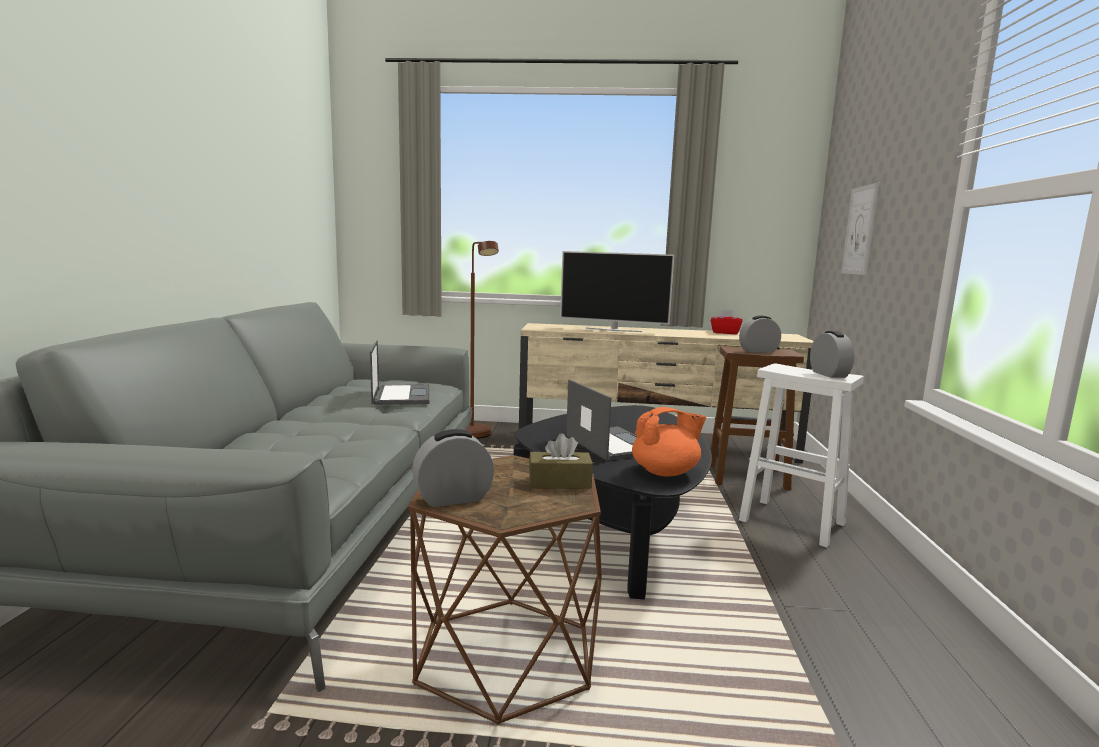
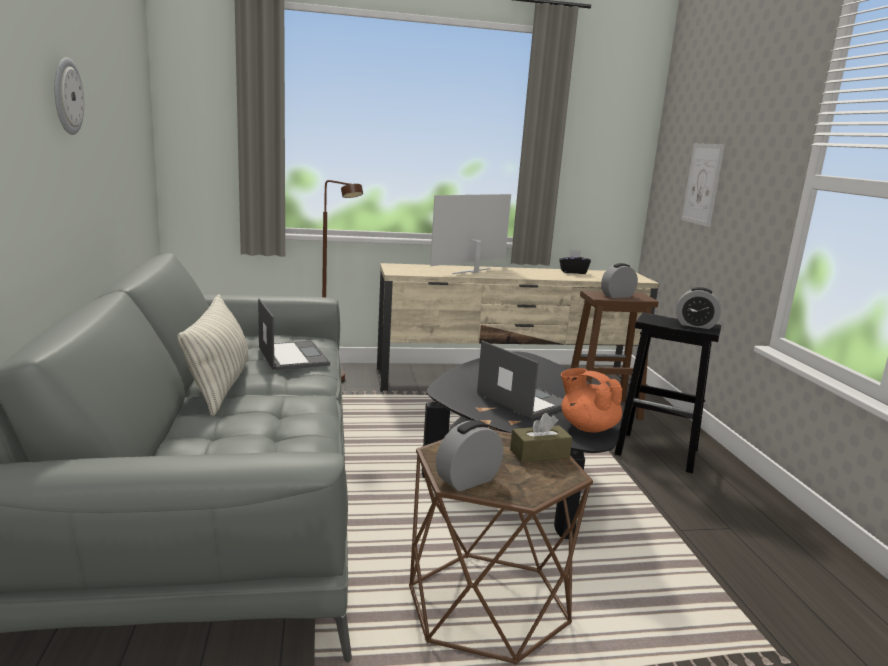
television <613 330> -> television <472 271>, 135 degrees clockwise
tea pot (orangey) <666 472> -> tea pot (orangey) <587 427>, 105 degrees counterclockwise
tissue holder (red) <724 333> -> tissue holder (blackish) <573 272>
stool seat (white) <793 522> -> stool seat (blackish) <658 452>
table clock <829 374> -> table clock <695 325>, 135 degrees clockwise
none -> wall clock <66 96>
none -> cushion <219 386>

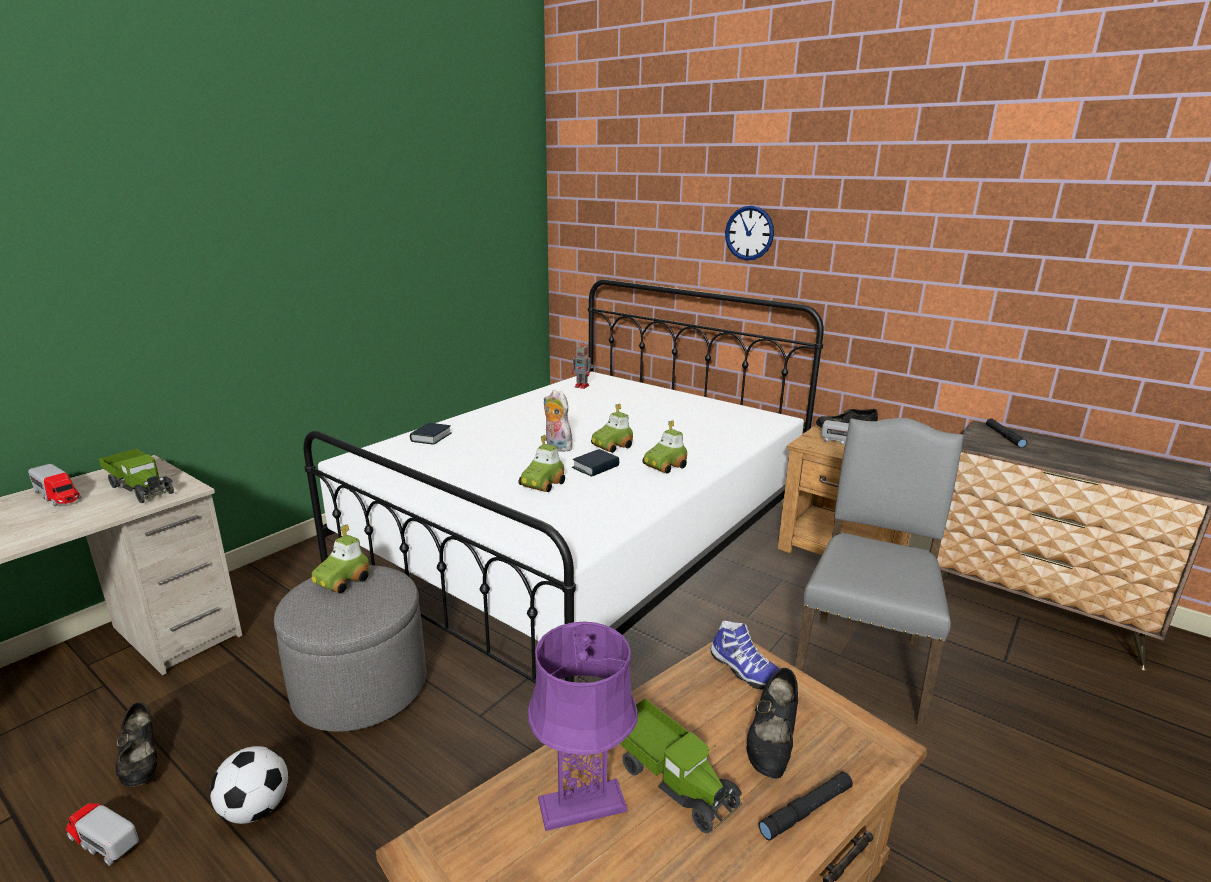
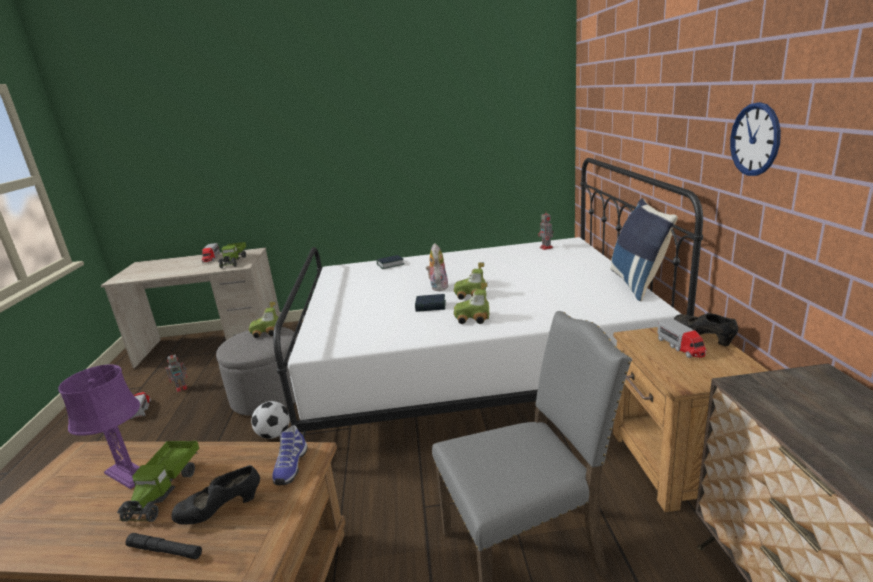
low shoe (blackish) <141 763> -> toy robot <182 388>
football <255 809> -> football <274 434>, moved
toy car <543 484> -> none
wall clock <749 233> -> wall clock <755 139>, moved
torch (blackish) <1004 436> -> none
none -> cushion (blue-coloured) <638 284>

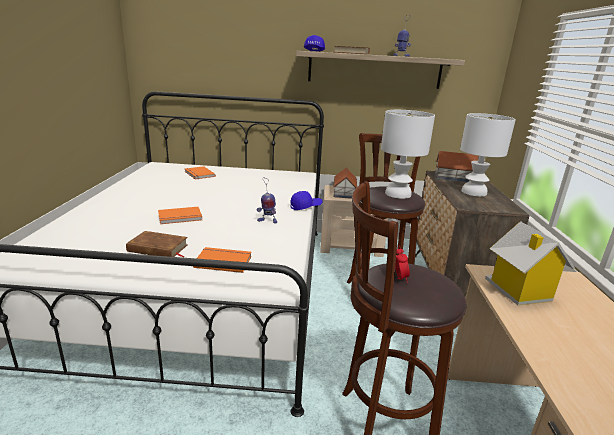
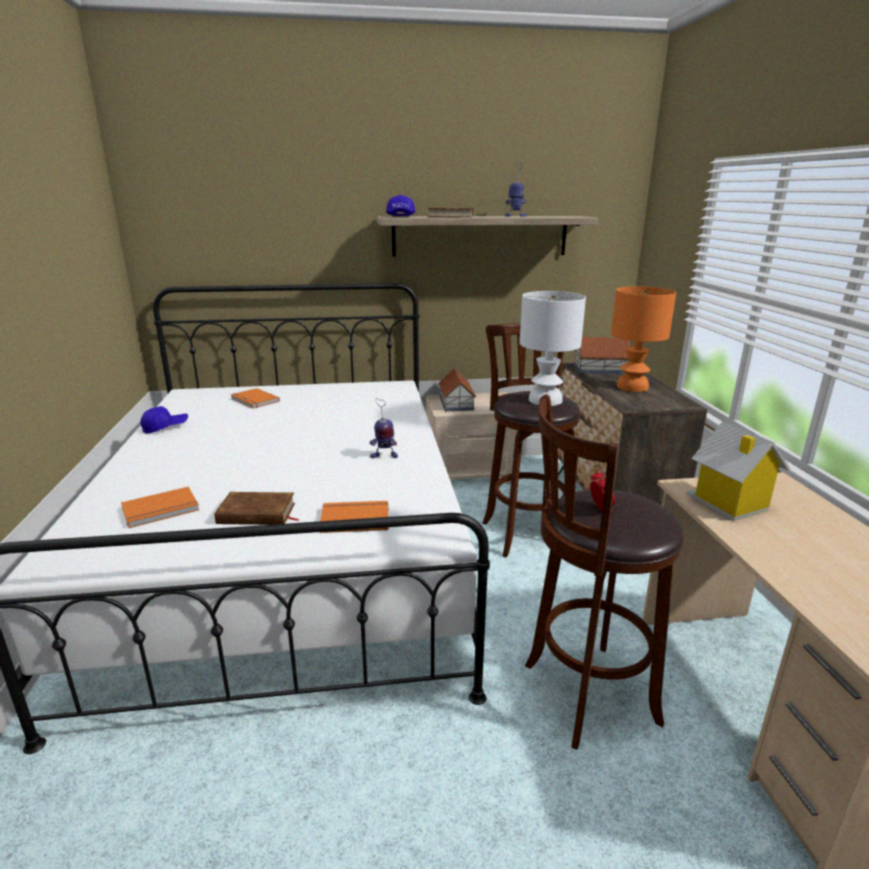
book (orangey) <180 217> -> book (orangey) <161 510>, moved
peaked cap (blue-coloured) <305 207> -> peaked cap (blue-coloured) <165 427>, moved
tabletop lamp (white) <474 192> -> tabletop lamp (orangey) <632 387>

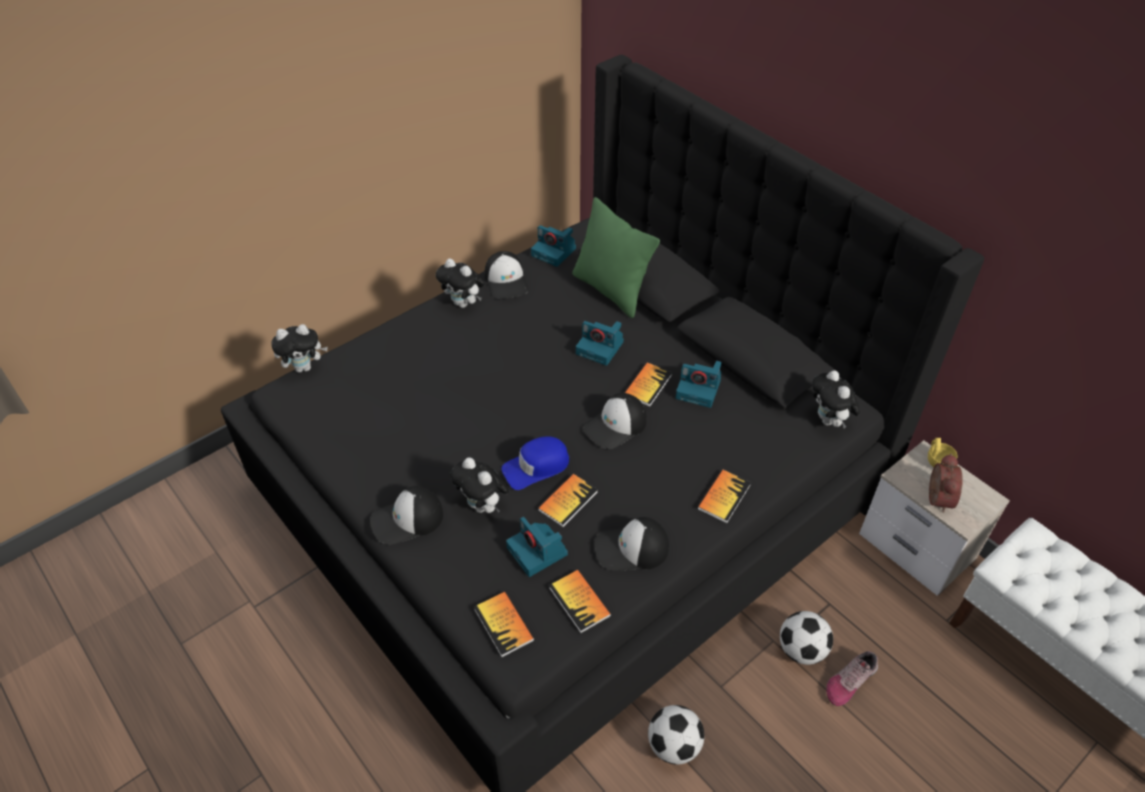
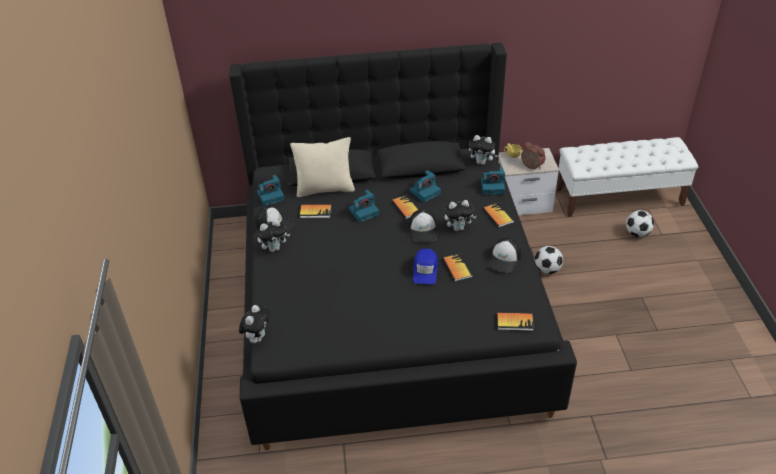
peaked cap <407 520> -> none
plush toy <483 506> -> plush toy <458 228>, moved
still camera <538 551> -> still camera <493 186>, moved
book <579 602> -> book <315 212>, moved
cushion (green) <611 290> -> cushion (beige) <325 189>
football <673 745> -> football <637 233>, moved
low shoe <850 681> -> none

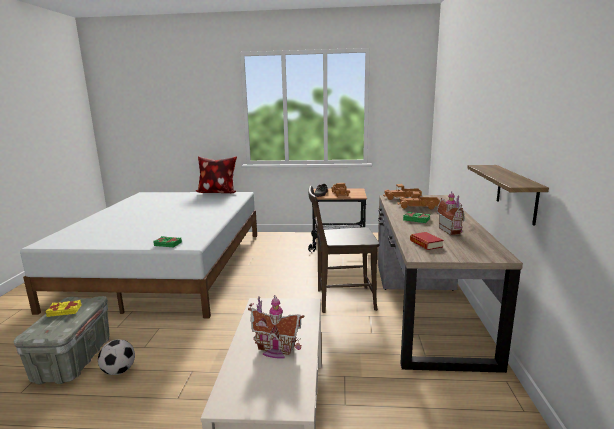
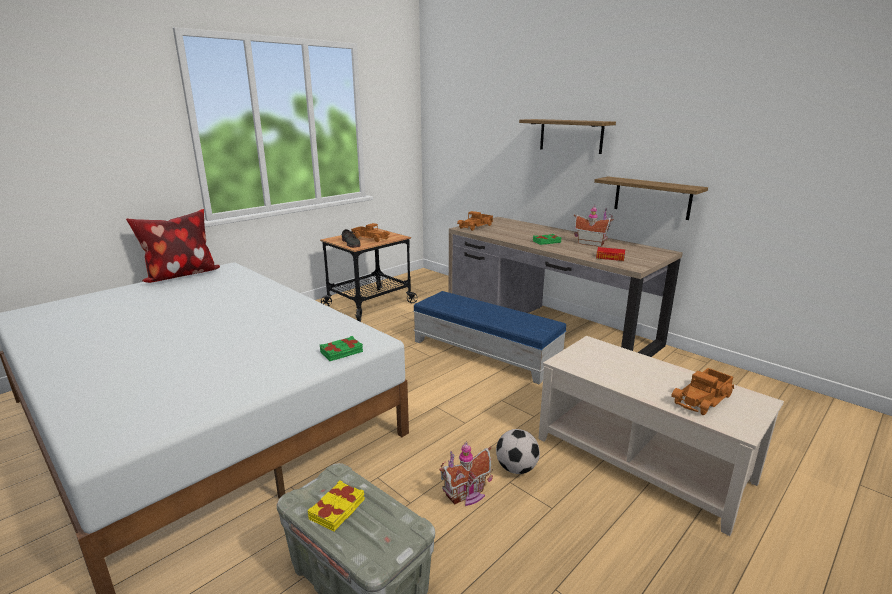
football <119 371> -> football <516 468>, moved
miniature house <276 350> -> miniature house <467 495>, moved
plain chair (brown) <341 300> -> ottoman (blue-coloured) <485 351>
model truck <418 207> -> model truck <703 399>, moved
none -> bracket shelf <571 136>

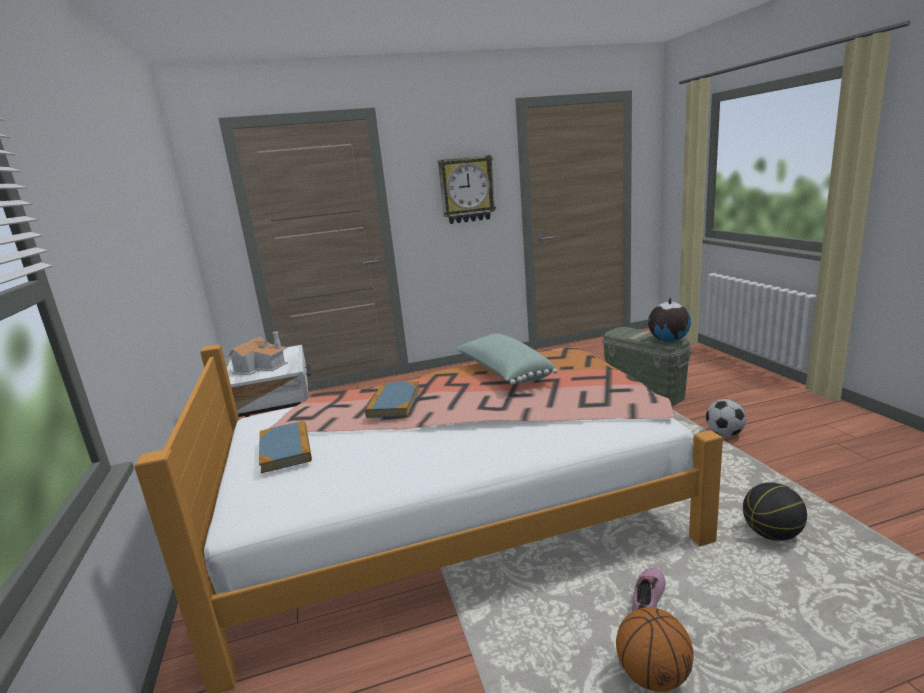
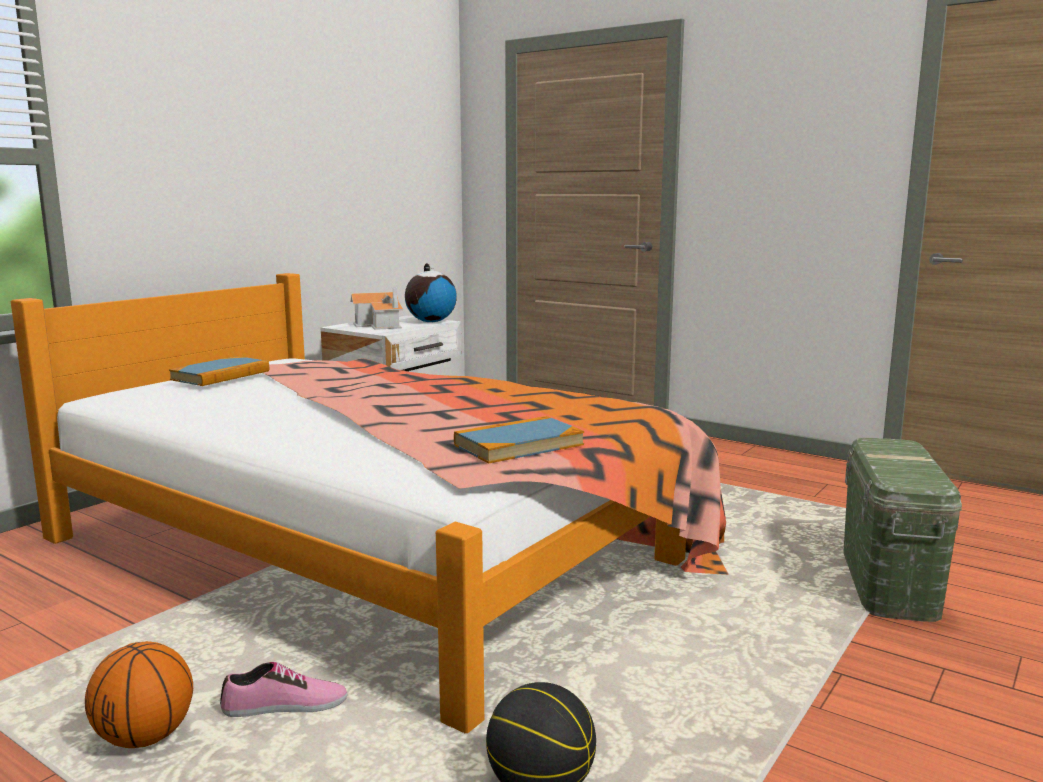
book <394 402> -> book <518 445>, moved
wall clock <466 190> -> none
cushion (green) <504 373> -> none
globe <668 341> -> globe <430 322>, moved
football <725 434> -> none

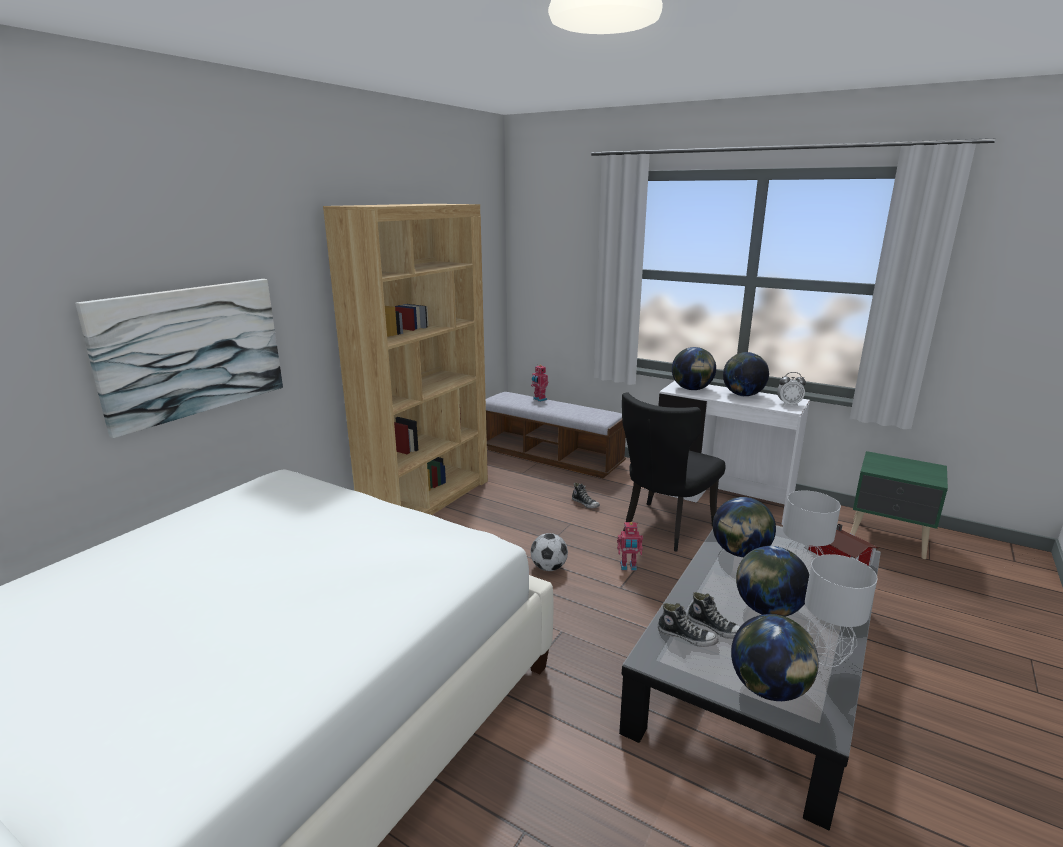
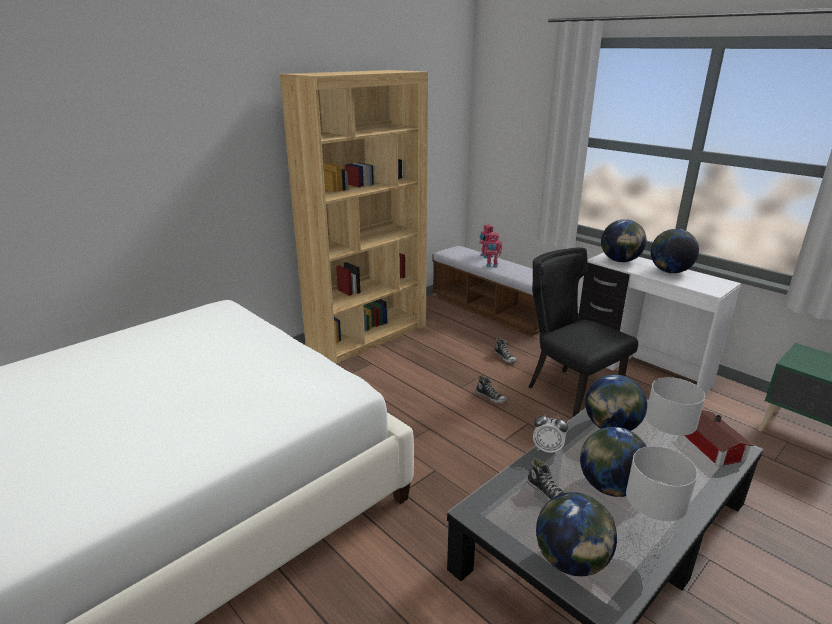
picture <192 351> -> none
football <549 568> -> none
toy robot <628 567> -> toy robot <492 266>, moved
plain chair (blackish) <663 528> -> plain chair (blackish) <569 391>, 90 degrees clockwise
low shoe <687 637> -> low shoe <491 397>, moved
table clock <788 404> -> table clock <547 449>, moved

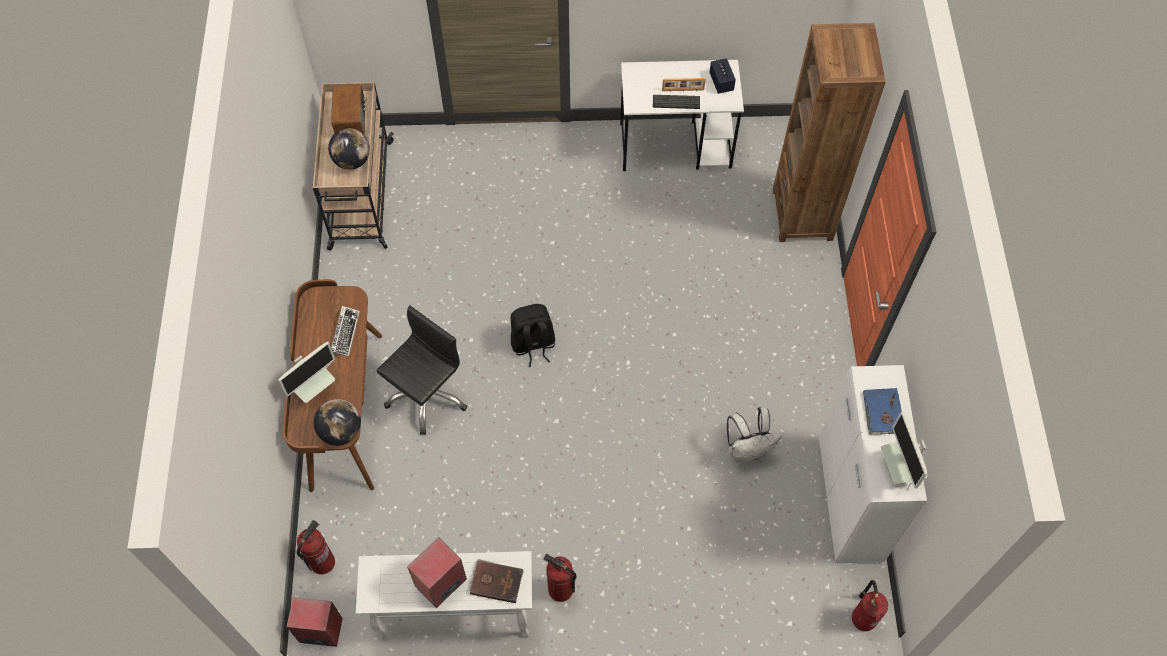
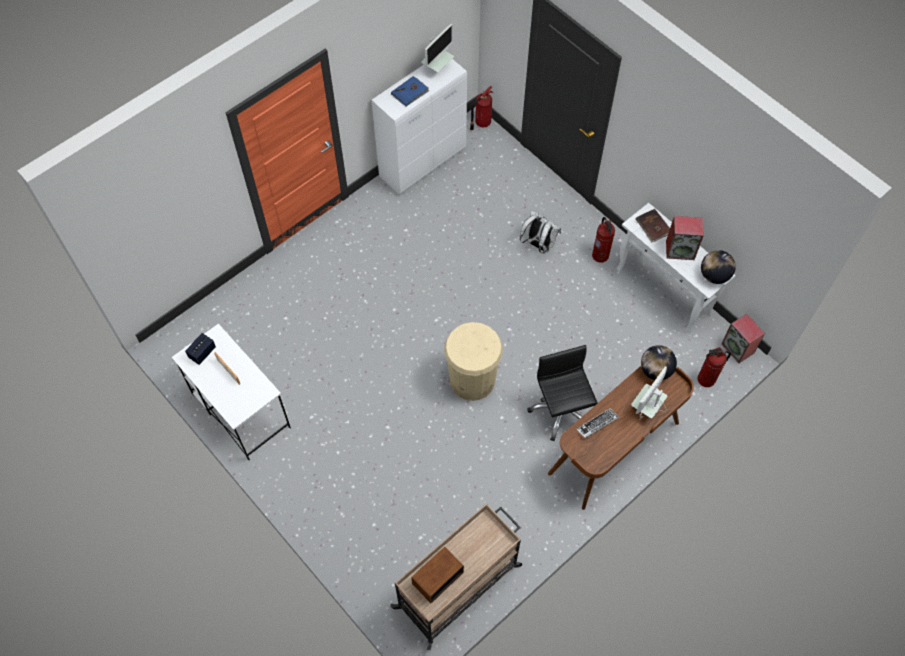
computer screen <314 389> -> computer screen <647 408>, 60 degrees counterclockwise
globe <352 161> -> globe <714 275>, moved
office chair (blackish) <427 395> -> office chair (blackish) <561 411>, 75 degrees clockwise
knapsack (blackish) <533 344> -> rubbish bin (beige) <472 379>
PC keyboard <676 102> -> none
knapsack (white) <747 450> -> knapsack (white) <538 244>, moved
bookshelf (brown) <802 214> -> none

